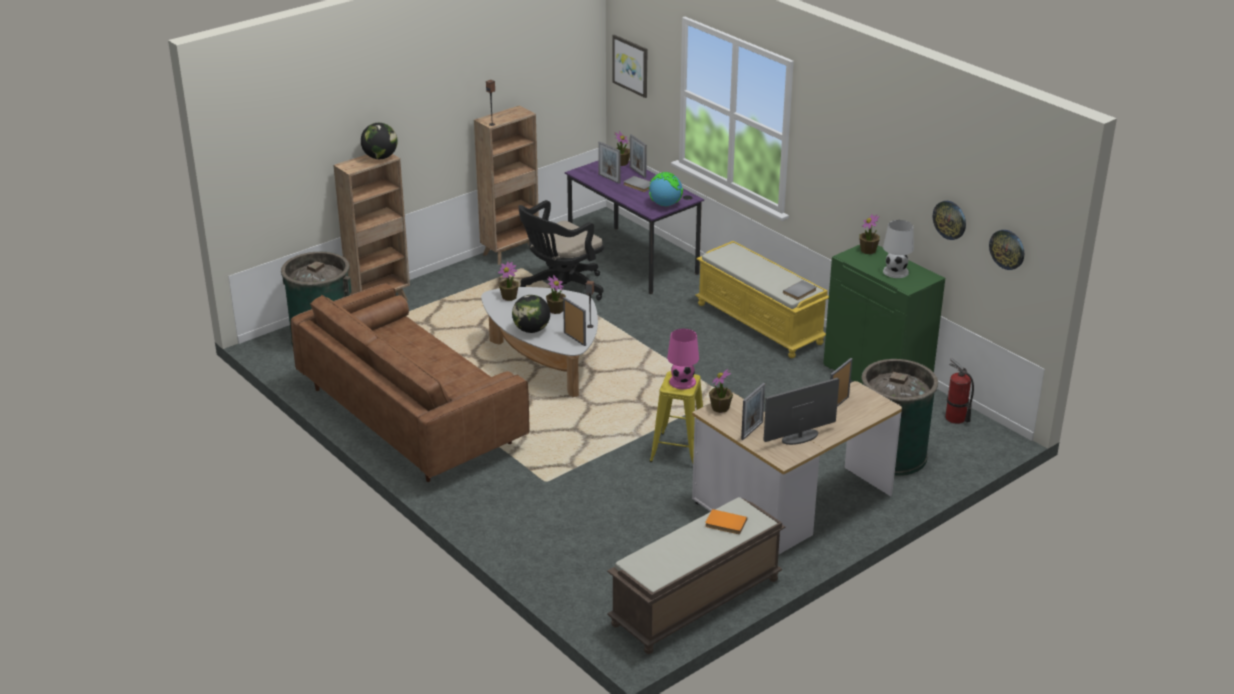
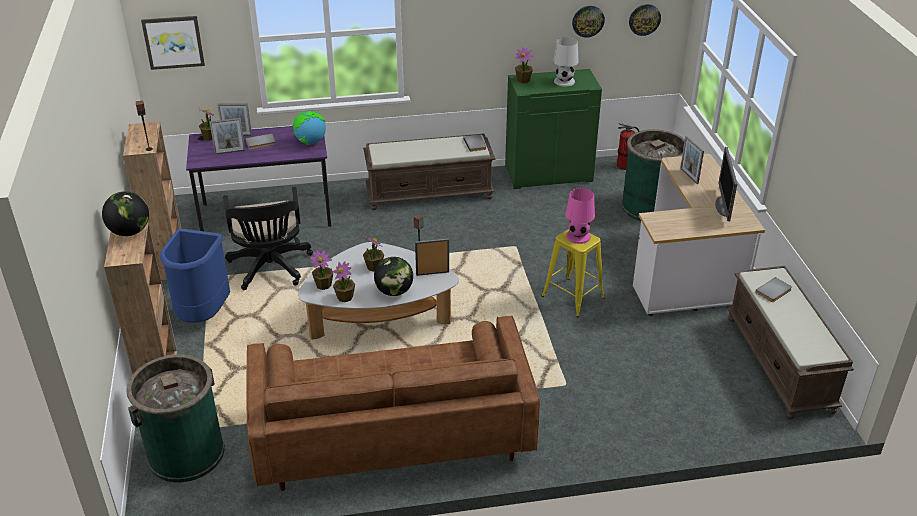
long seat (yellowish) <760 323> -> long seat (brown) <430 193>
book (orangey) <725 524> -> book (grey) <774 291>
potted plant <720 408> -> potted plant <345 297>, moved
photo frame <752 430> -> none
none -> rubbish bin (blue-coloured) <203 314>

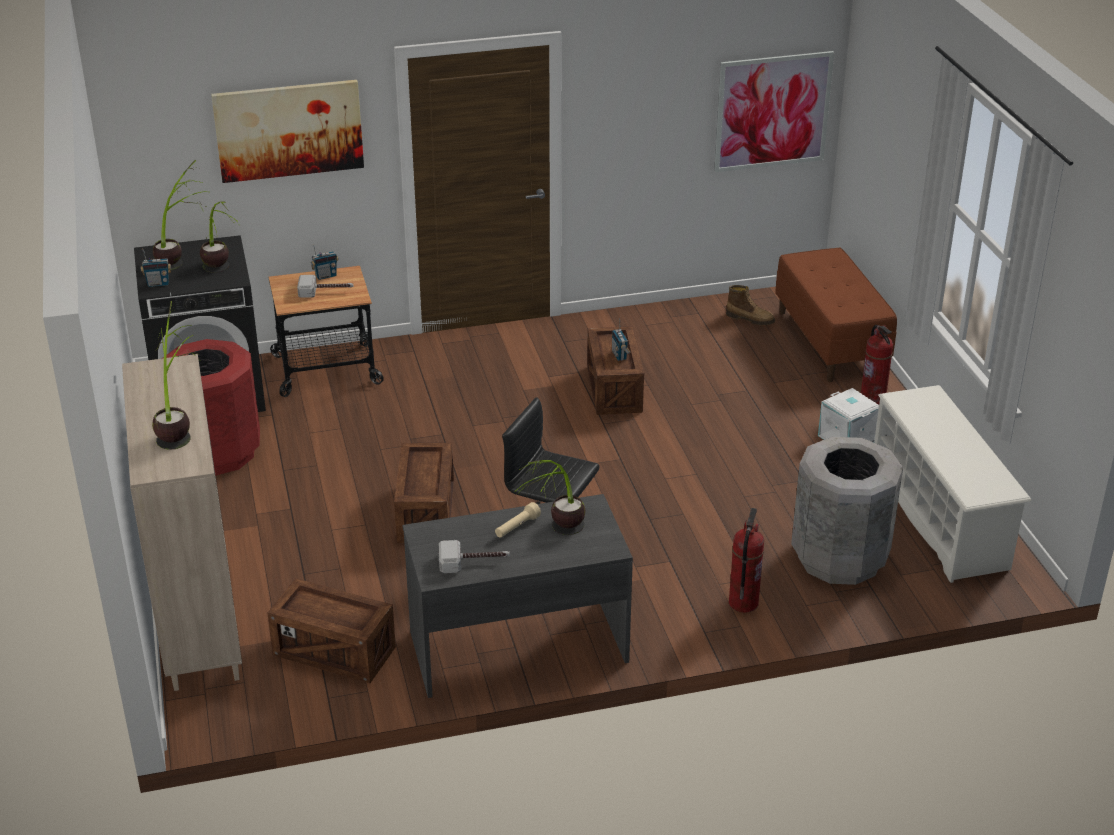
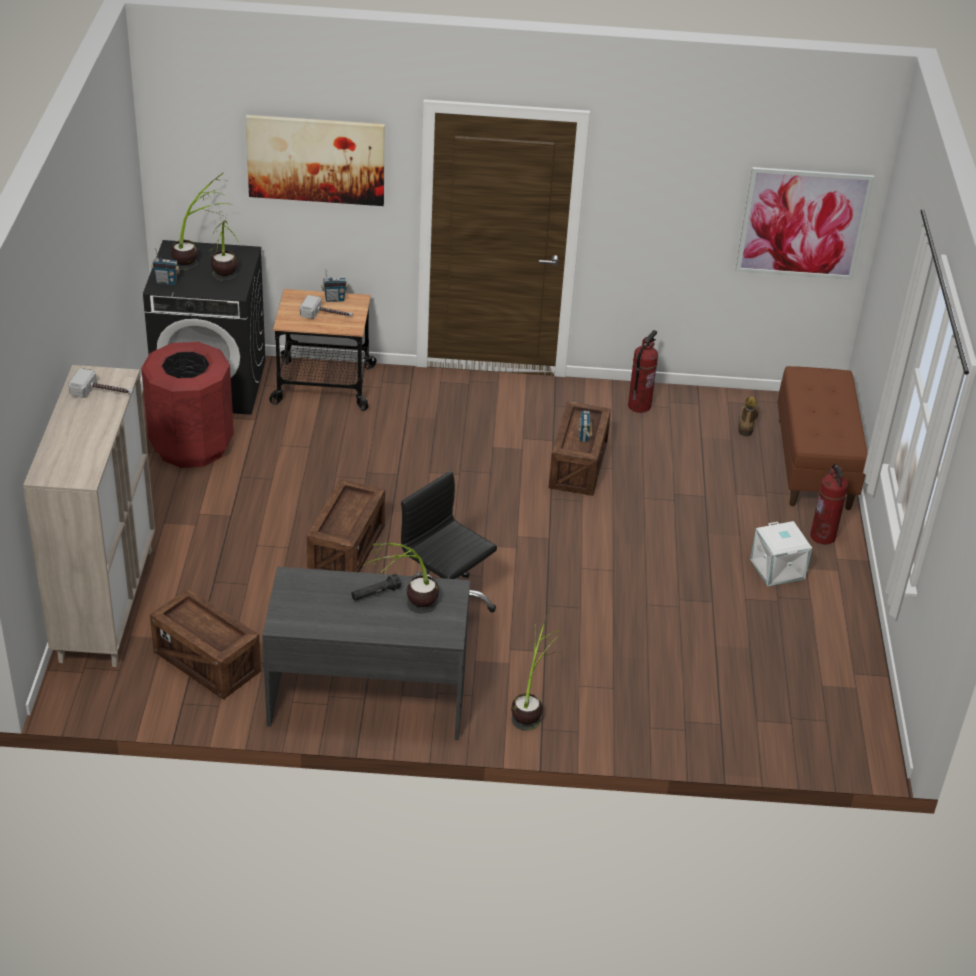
potted plant <179 427> -> potted plant <532 707>, moved
tool hammer <474 562> -> tool hammer <103 393>, moved
torch (beige) <517 527> -> torch (blackish) <375 594>
boot <750 319> -> boot <747 421>, 120 degrees counterclockwise
fire extinguisher <743 603> -> fire extinguisher <639 406>, moved
rubbish bin (grey) <839 558> -> none
shoe stand (white) <939 518> -> none

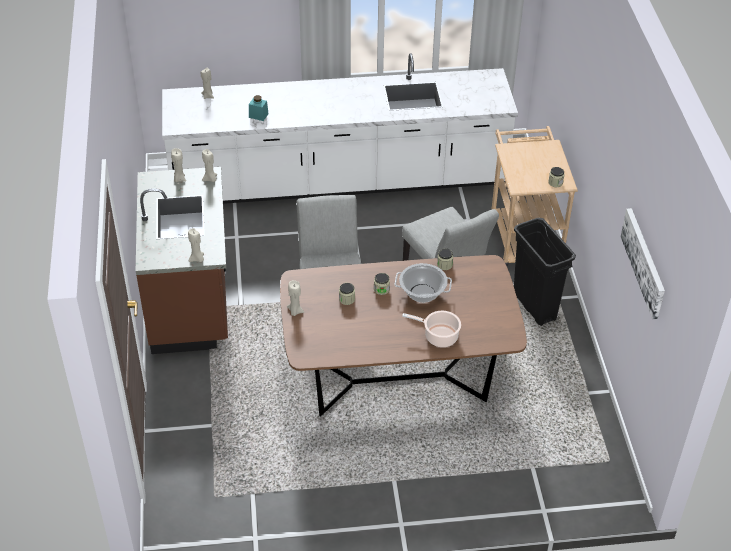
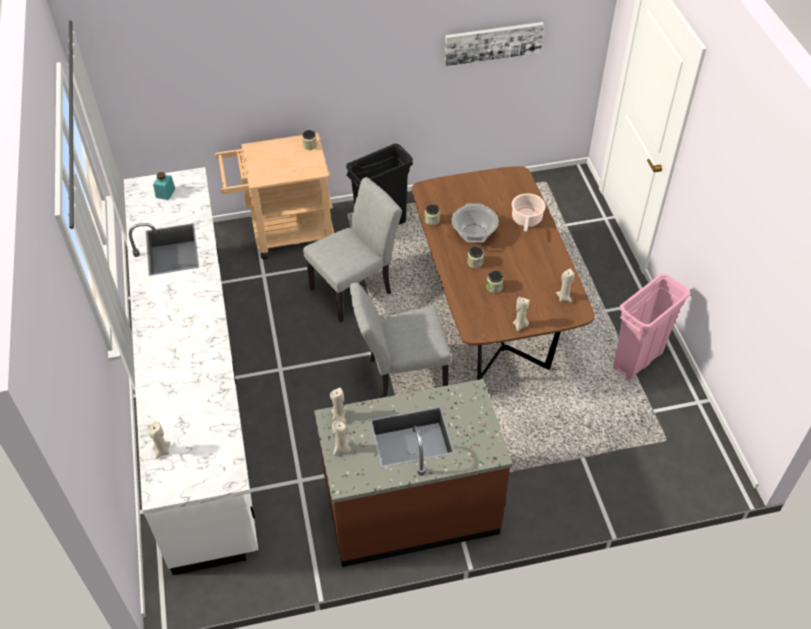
wax light (beige) <197 259> -> wax light (beige) <564 297>, moved
storage jar (turquoise-coloured) <258 115> -> storage jar (turquoise-coloured) <165 193>, moved
none -> rubbish bin (pink) <637 361>

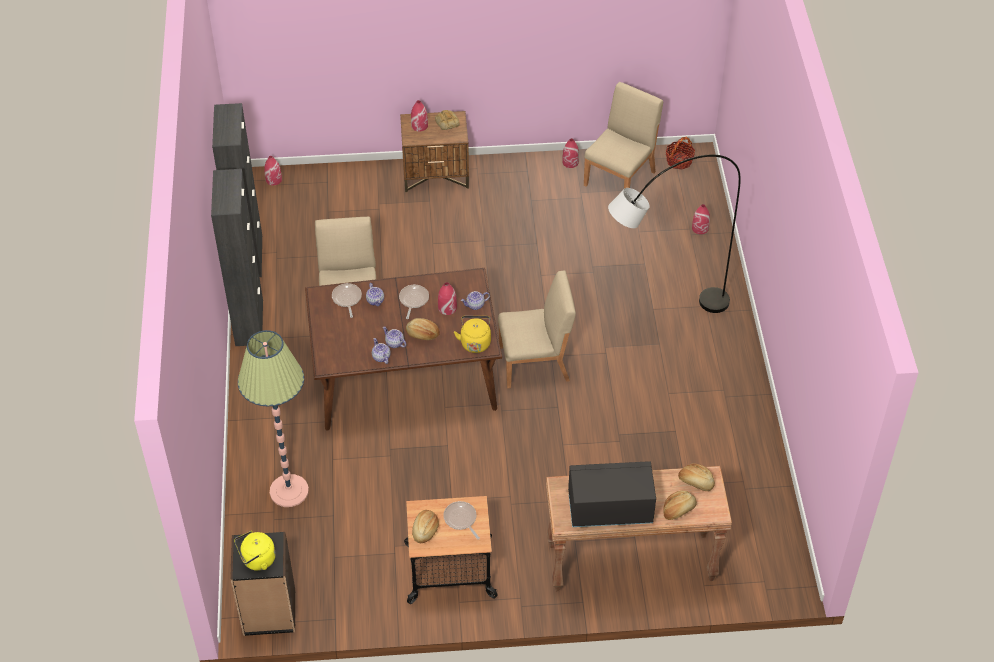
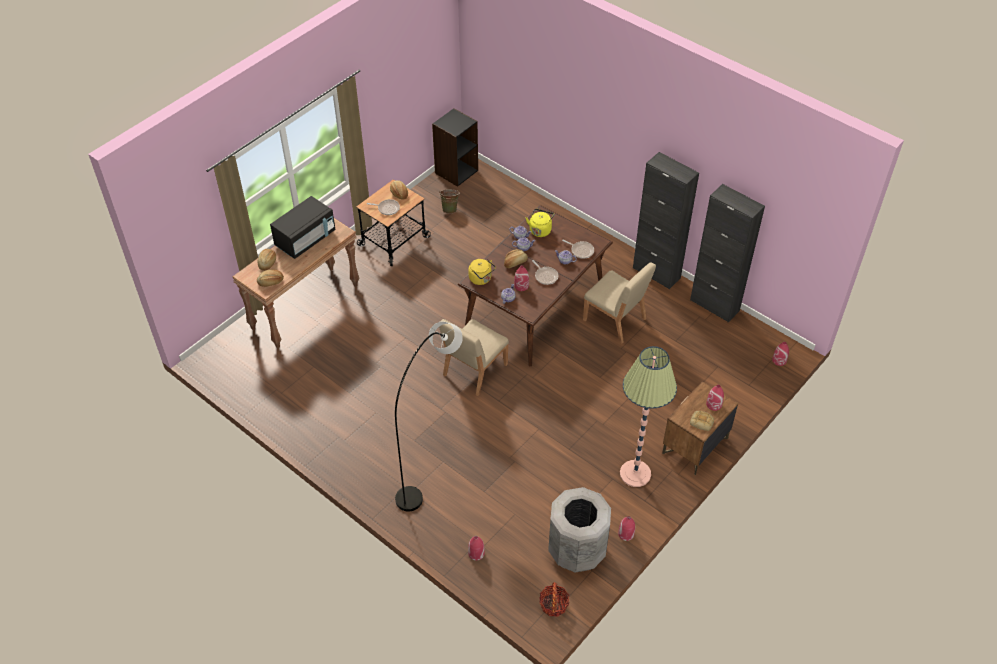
kettle (yellowish) <257 560> -> kettle (yellowish) <540 230>, moved
standing lamp <289 491> -> standing lamp <635 473>, moved
plain chair (beige) <620 178> -> rubbish bin (grey) <577 550>
none -> bucket (green) <450 209>

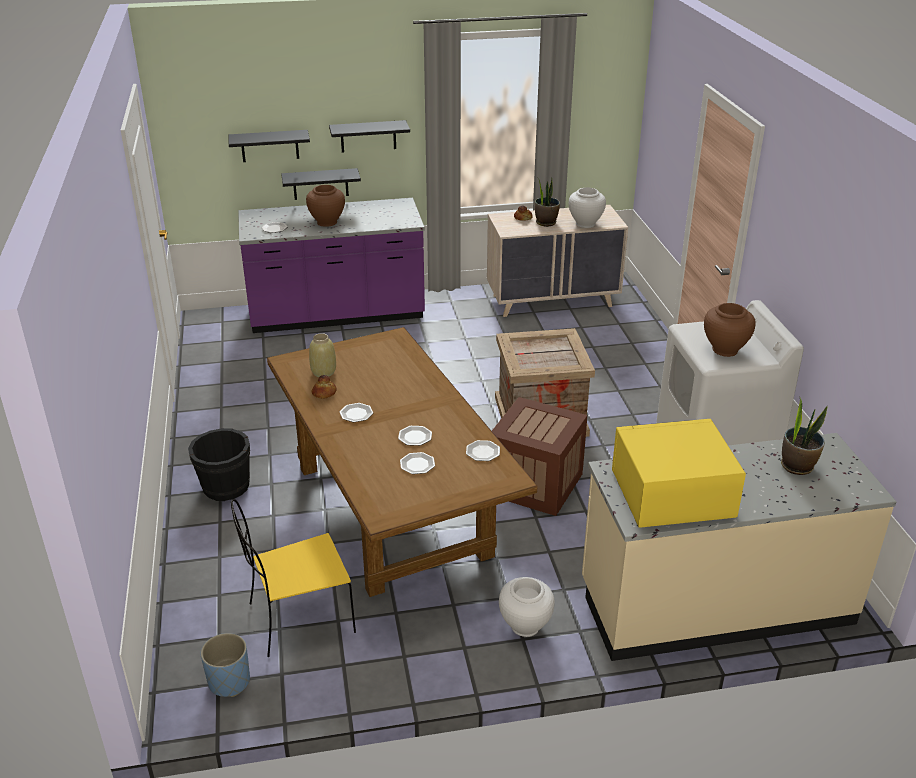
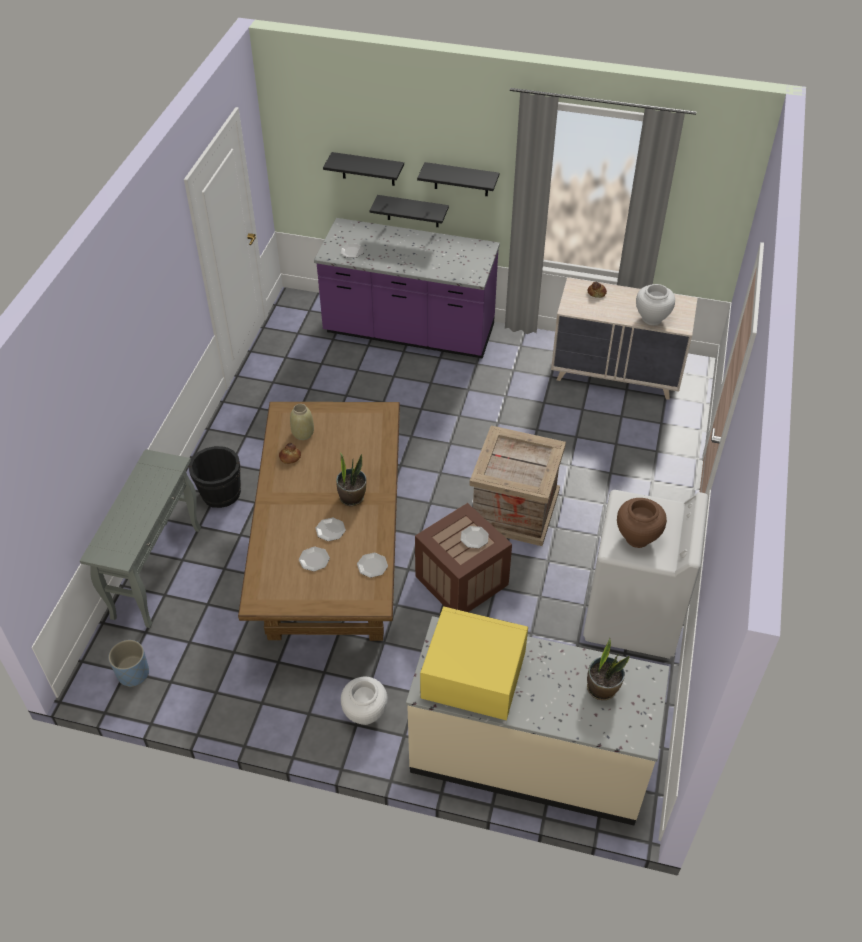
plain chair (yellowish) <298 619> -> none
flower vase (brown) <327 222> -> none
dinner plate <356 414> -> dinner plate <474 538>, moved
potted plant <546 222> -> potted plant <352 497>, moved
none -> console table (grey) <157 571>

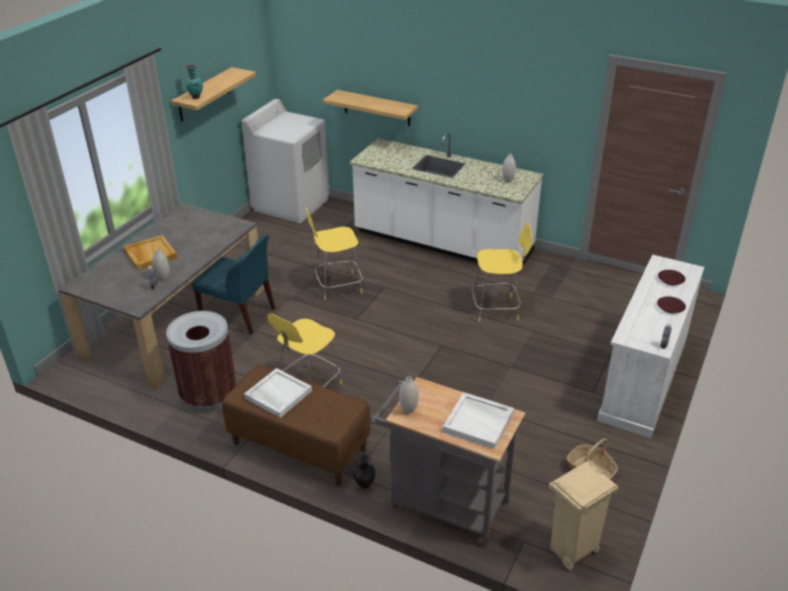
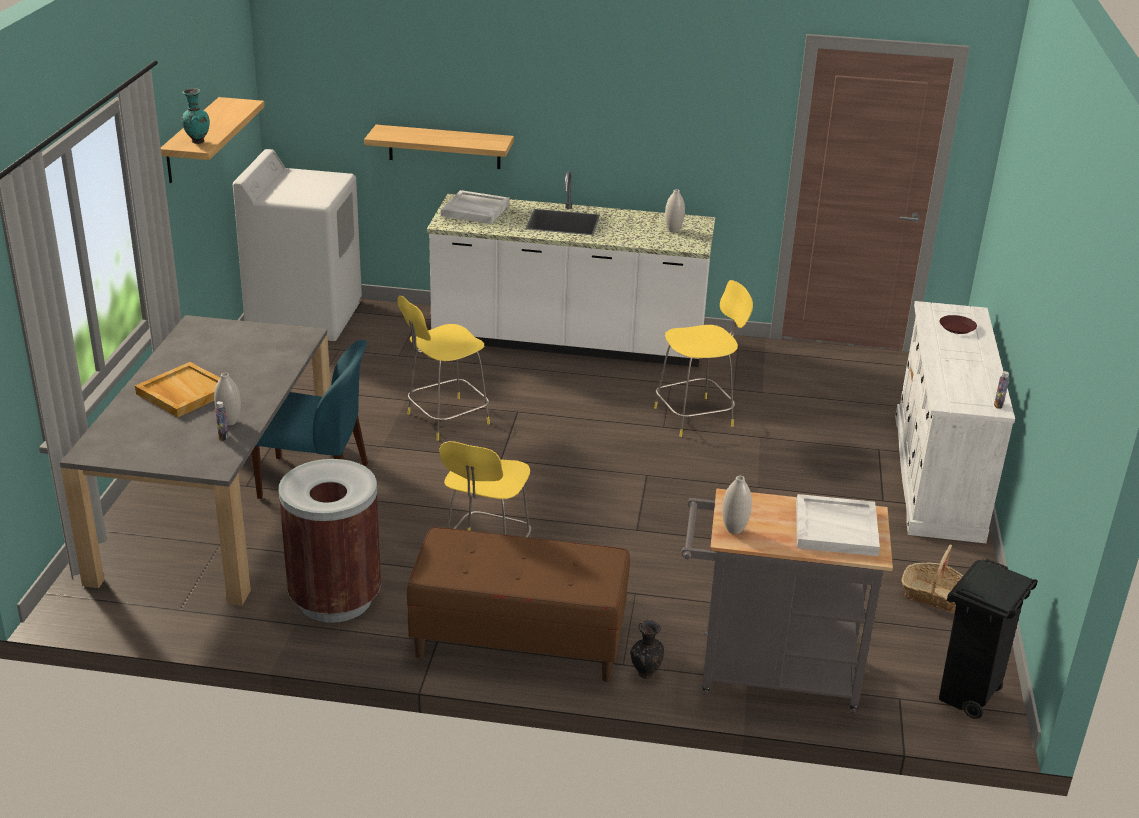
serving tray (white) <277 394> -> serving tray (white) <474 210>, moved
rubbish bin (beige) <572 552> -> rubbish bin (blackish) <967 697>
dinner plate (brown) <671 307> -> none

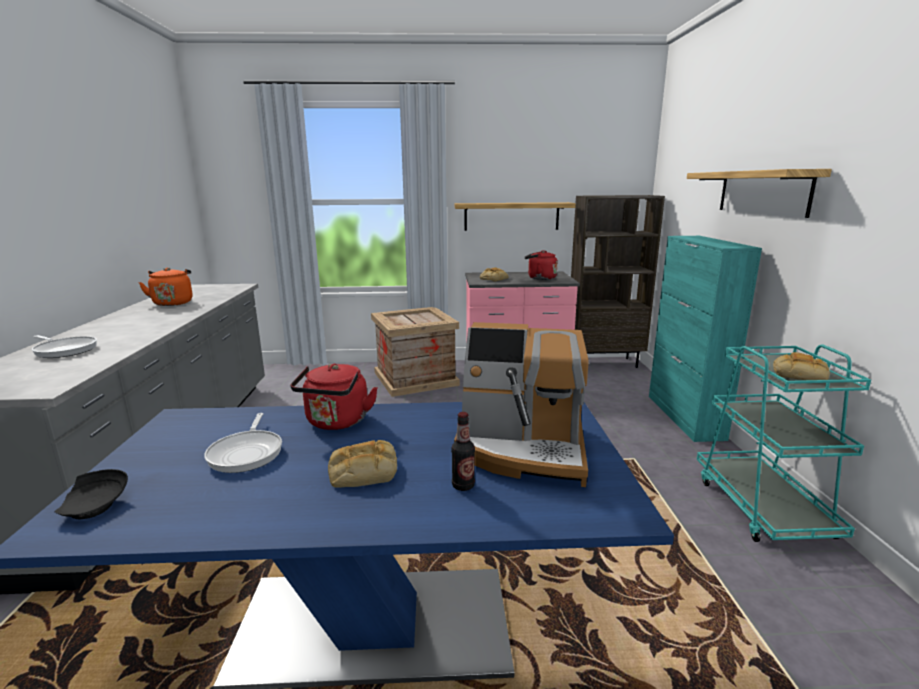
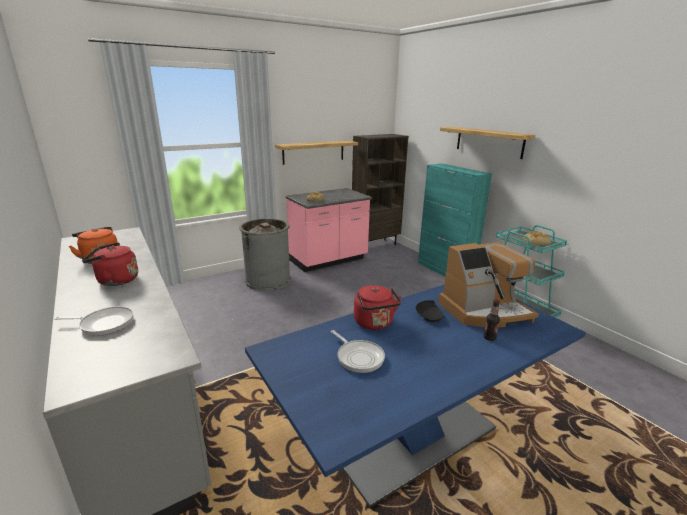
dinner plate (blackish) <96 505> -> dinner plate (blackish) <430 316>, moved
baked bread <362 472> -> none
packing crate <416 378> -> rubbish bin (grey) <268 280>
kettle (red) <540 278> -> kettle (red) <115 280>, moved

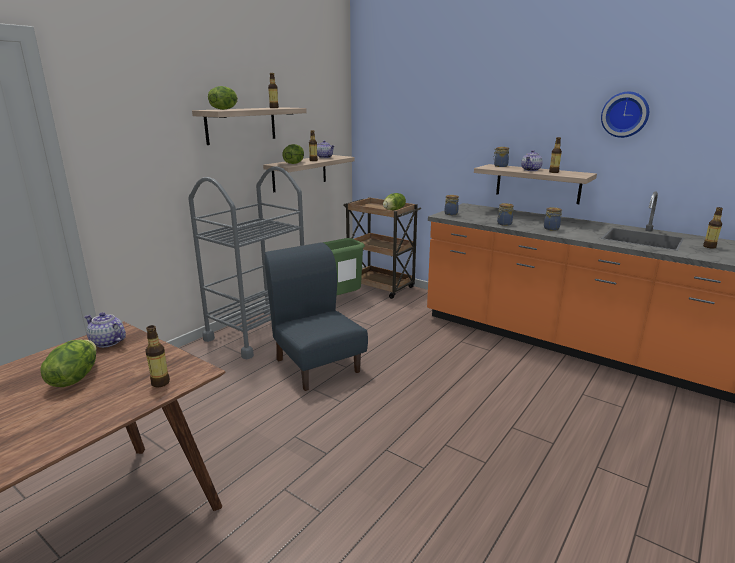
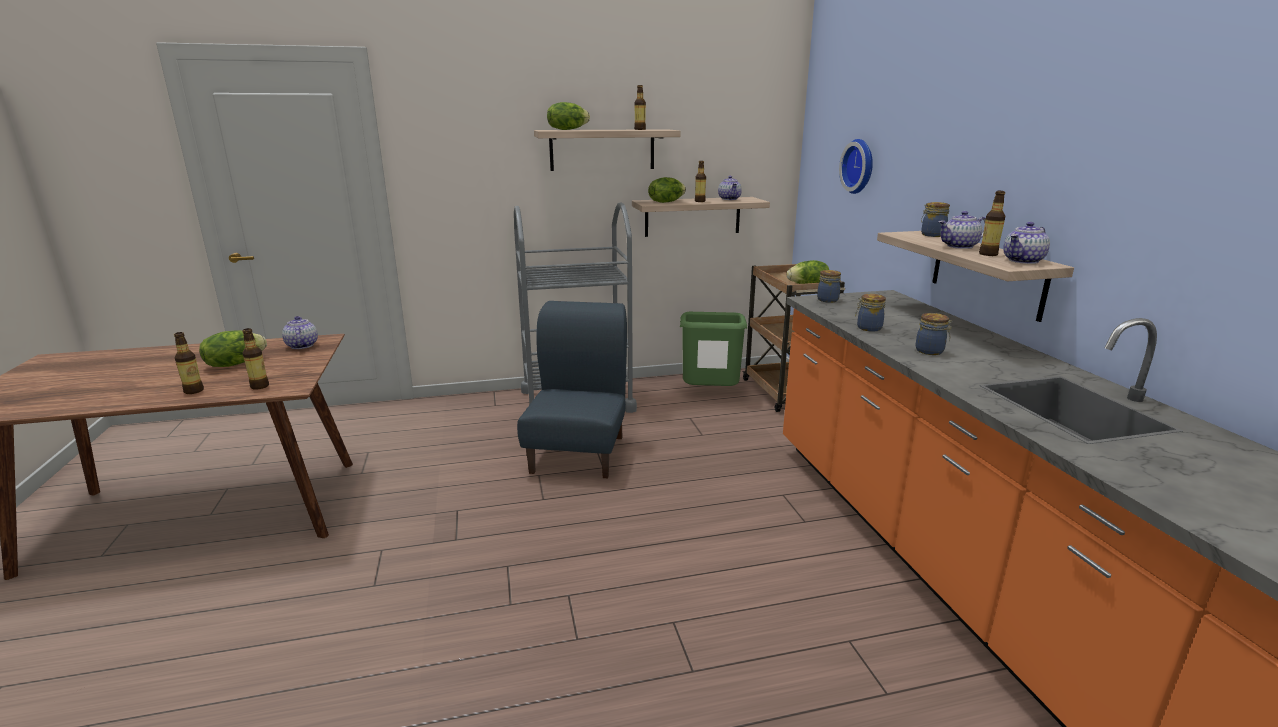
wall clock <625 114> -> wall clock <860 166>, moved
beverage bottle <709 247> -> beverage bottle <194 391>, moved
none -> tea pot <1023 261>

